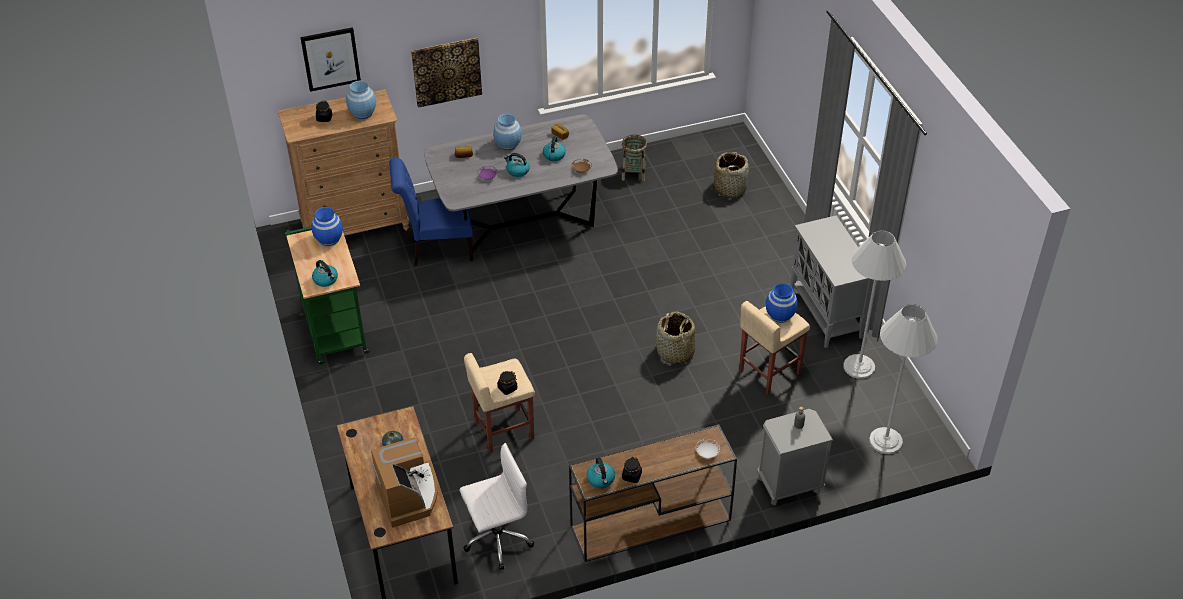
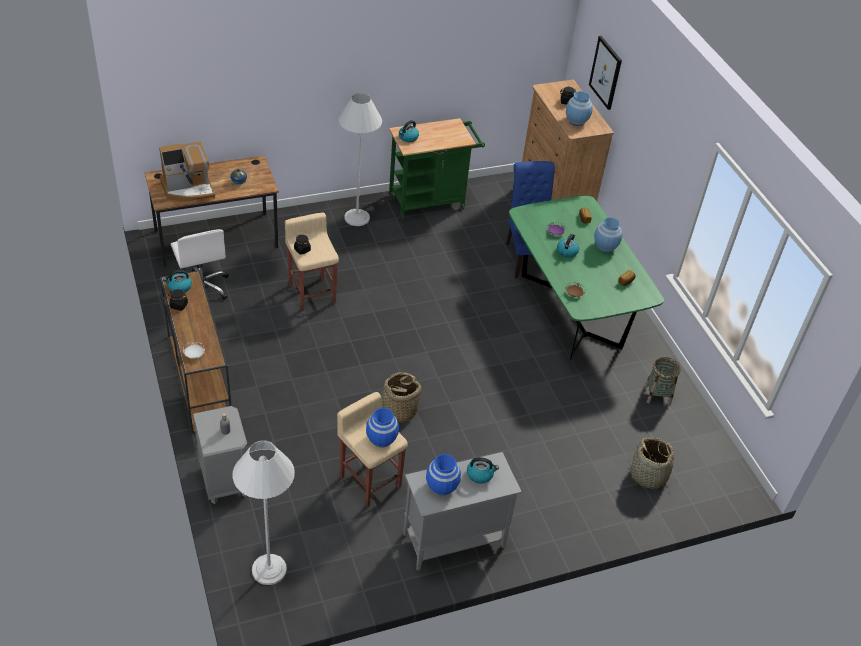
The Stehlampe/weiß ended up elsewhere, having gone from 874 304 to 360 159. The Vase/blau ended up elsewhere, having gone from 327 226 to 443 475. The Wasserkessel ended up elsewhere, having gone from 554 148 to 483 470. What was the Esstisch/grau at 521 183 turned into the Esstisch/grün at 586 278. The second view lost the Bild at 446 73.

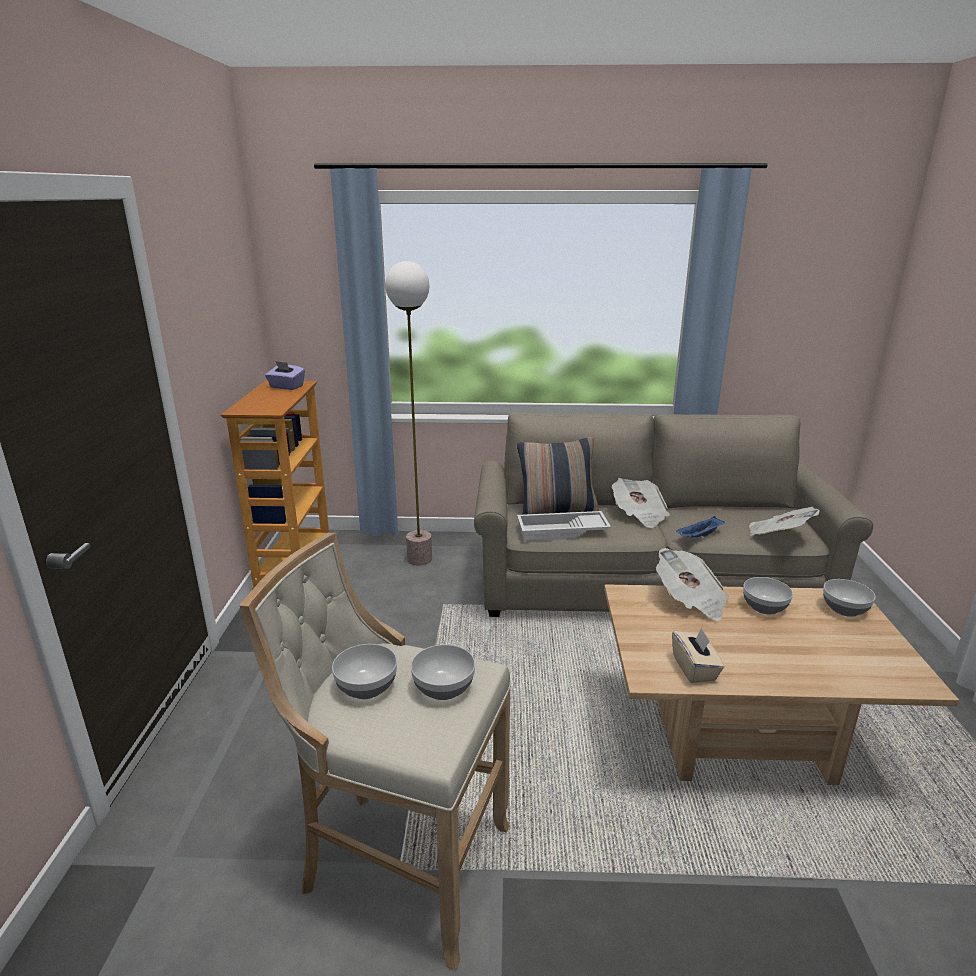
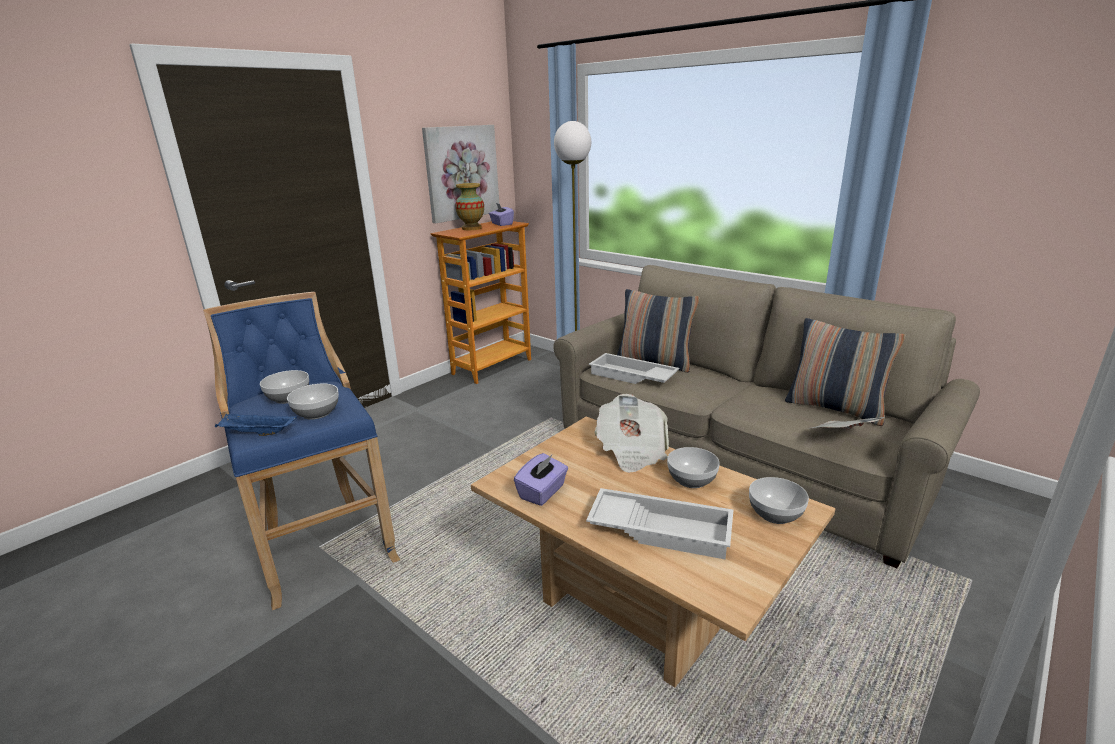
What was the Hocker/beige at 375 751 turned into the Hocker/blau at 301 451. The Tablett/blau ended up elsewhere, having gone from 700 527 to 256 425. The second view gained the Bild at 460 174. The second view gained the Vase at 469 206. What was the Taschentuchbox/beige at 698 655 turned into the Taschentuchbox/lila at 541 479. The second view gained the Tablett/weiß at 659 523. The second view gained the Kissen at 845 372. The second view lost the Zeitung at 641 503.

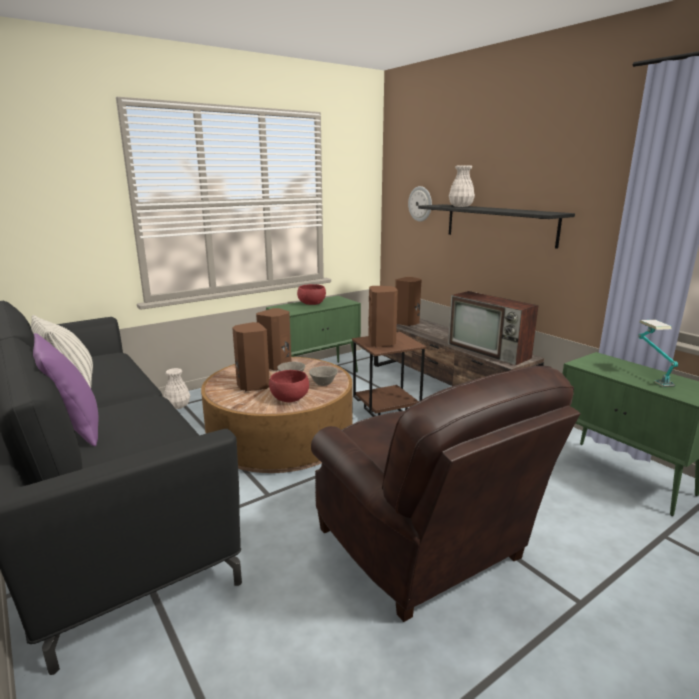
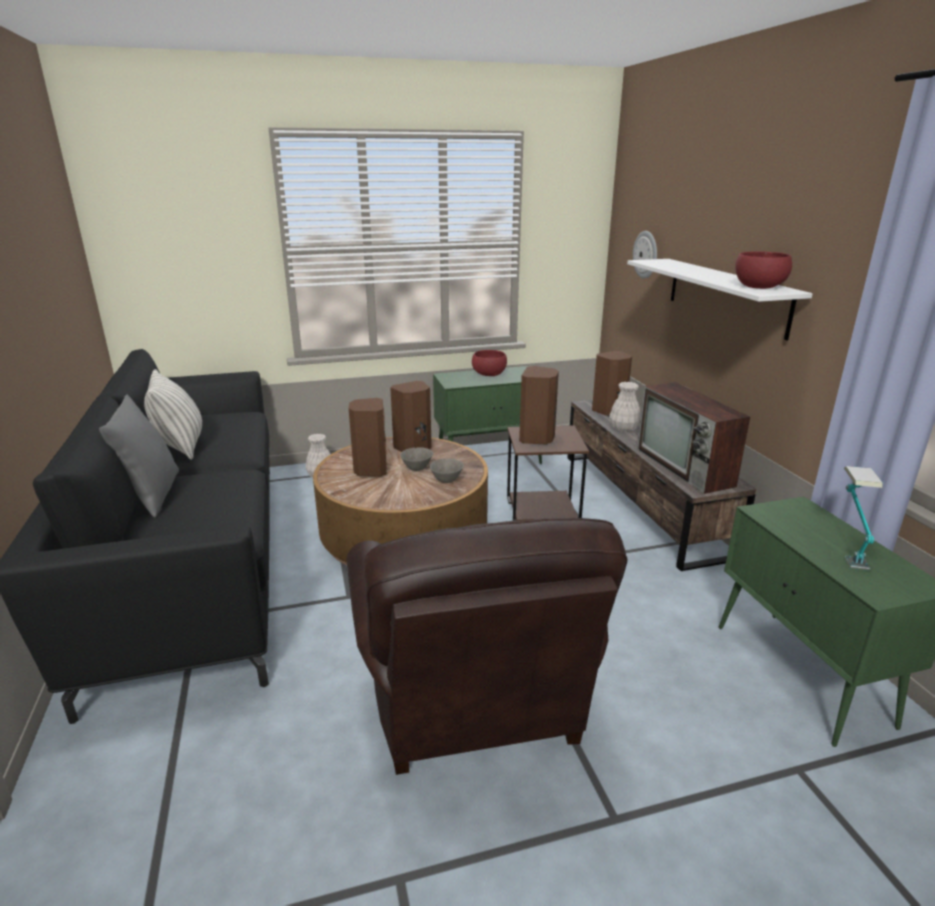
What was the Kissen/lila at 66 389 turned into the Kissen/grau at 139 456. The Vase/weiß ended up elsewhere, having gone from 462 186 to 625 407. What was the Wandregal/schwarz at 496 226 turned into the Wandregal/weiß at 720 299. The Schüssel/rot ended up elsewhere, having gone from 289 386 to 763 270.

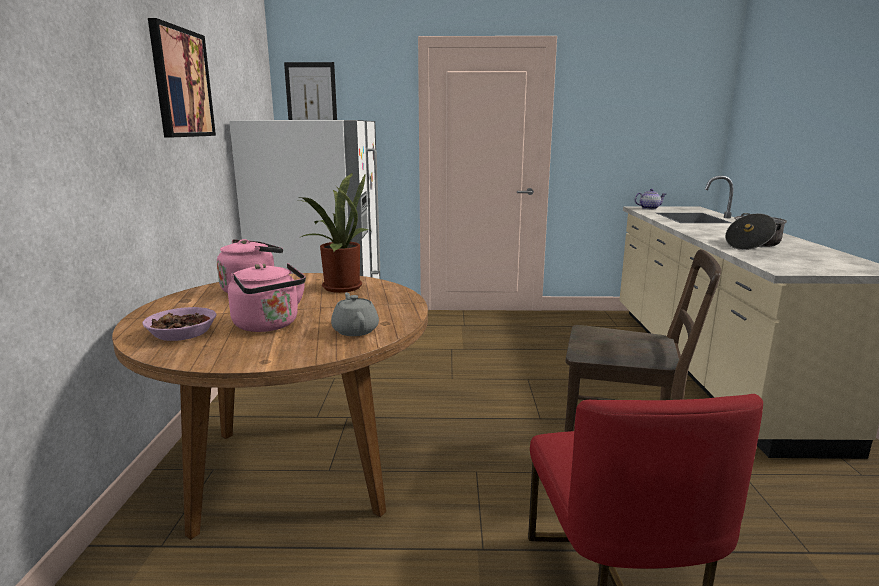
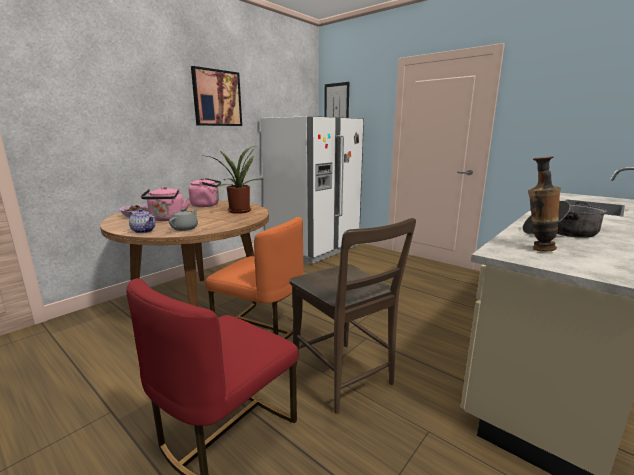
The Teekanne ended up elsewhere, having gone from 650 199 to 142 221. The second view gained the Stuhl/orange at 254 278. The second view gained the Vase at 544 204.

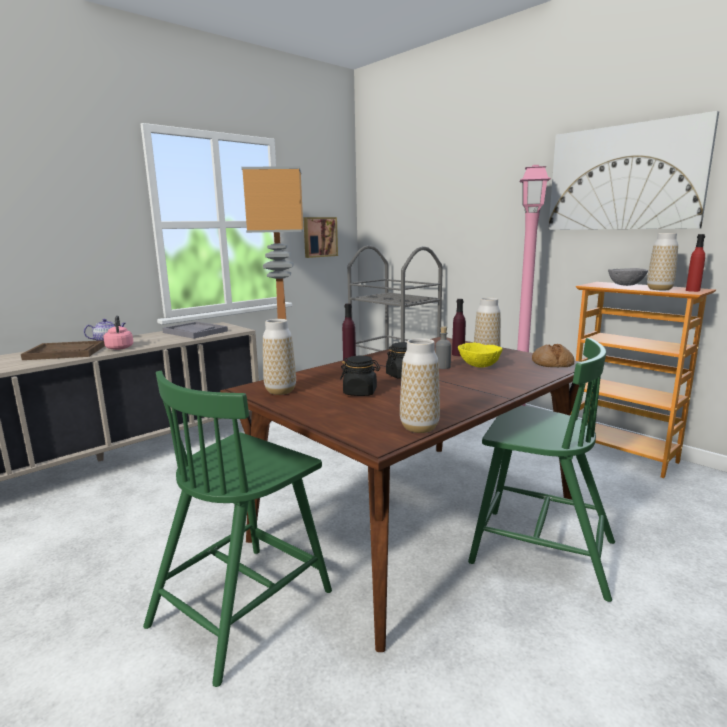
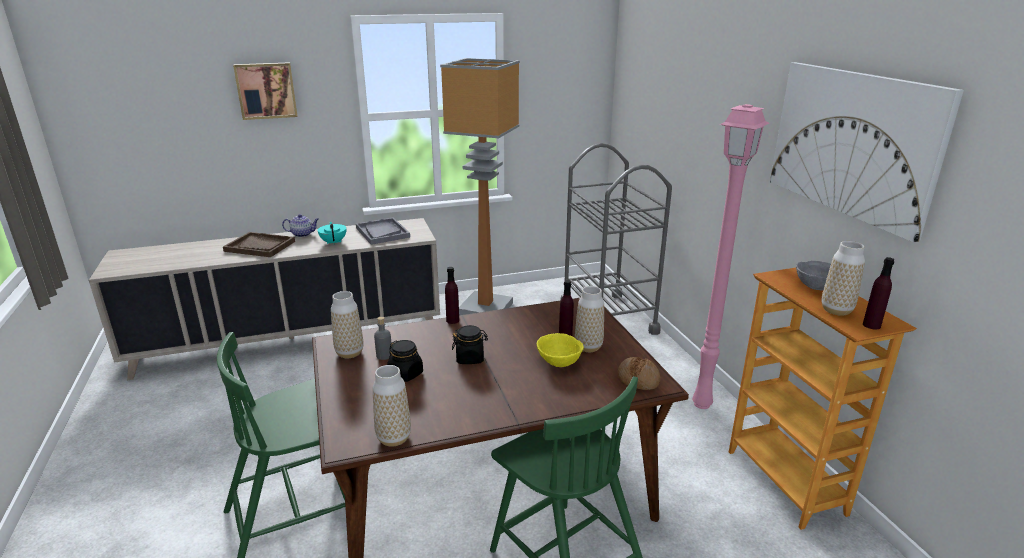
The Bild ended up elsewhere, having gone from 320 237 to 265 91. The second view gained the Teekanne/türkis at 331 233. The Flasche/grau ended up elsewhere, having gone from 443 348 to 382 338. What was the Flasche/rot at 695 263 turned into the Flasche/lila at 878 293. The second view lost the Wasserkessel/rosa at 118 333.

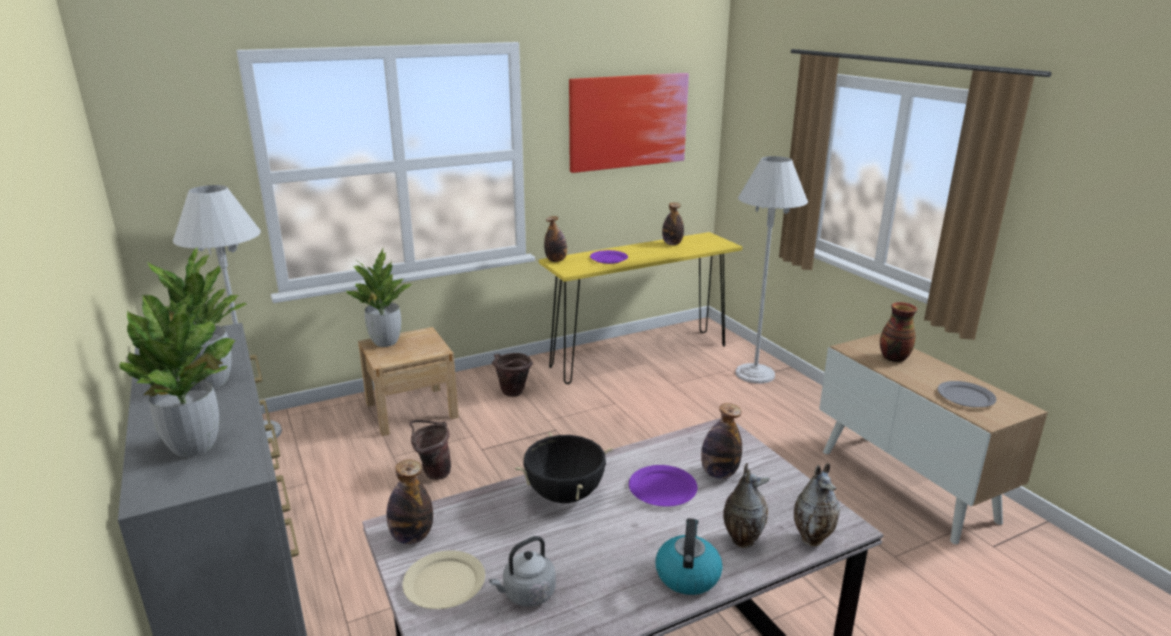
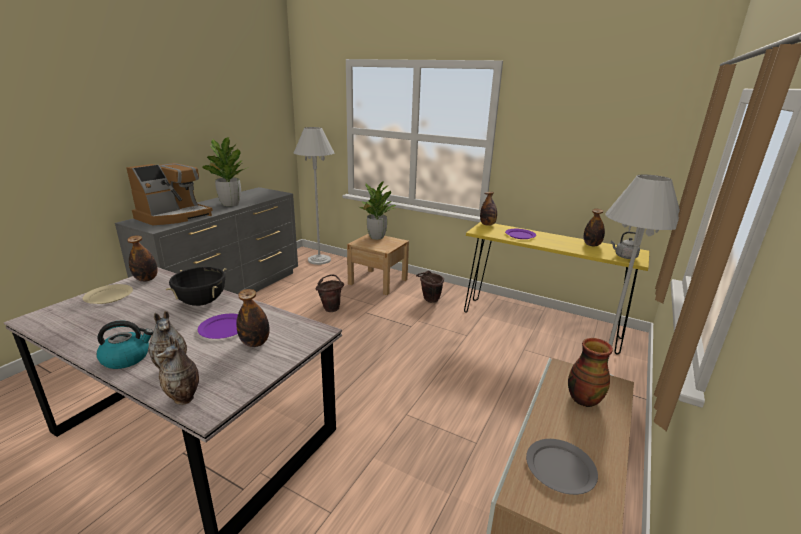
Where the Topfpflanze stood at 177 376, the Kaffeemaschine came to stand at 169 194. The Wasserkessel/grau ended up elsewhere, having gone from 522 571 to 625 245. The second view lost the Bild at 629 123.

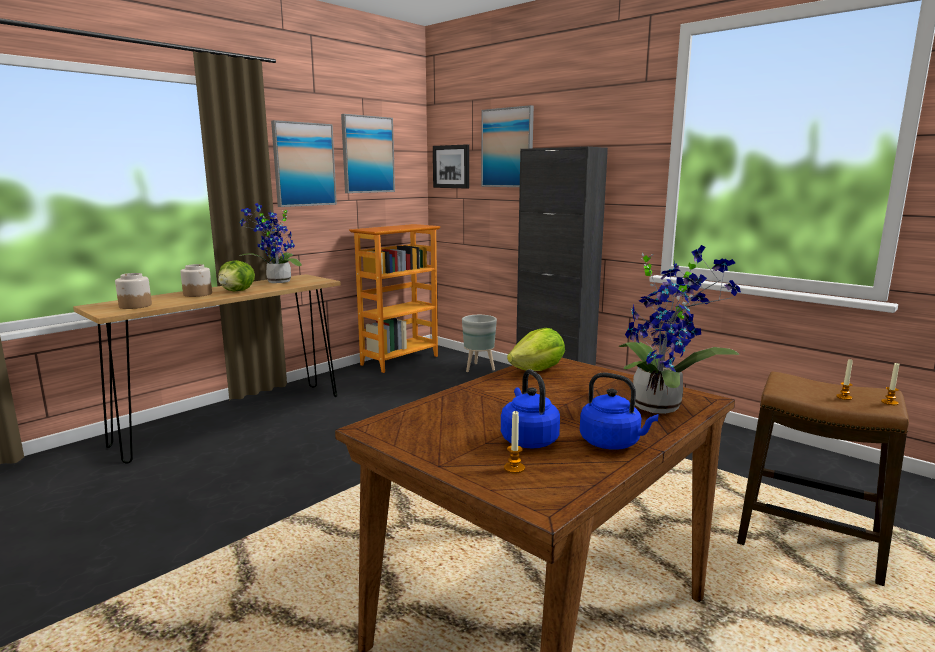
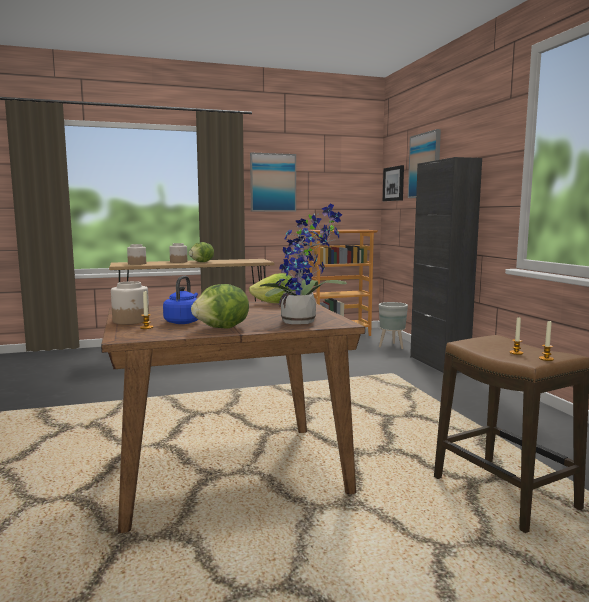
The second view gained the Vorratsglas at 130 302. Where the Wasserkessel/blau stood at 619 411, the Salatkopf came to stand at 220 306. The second view lost the Topfpflanze at 270 243. The second view lost the Bild at 368 153.

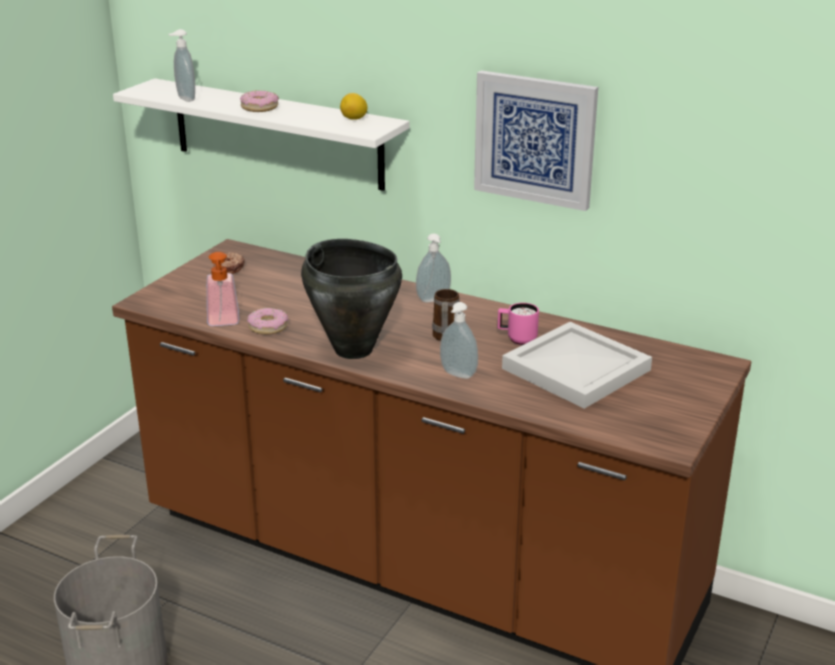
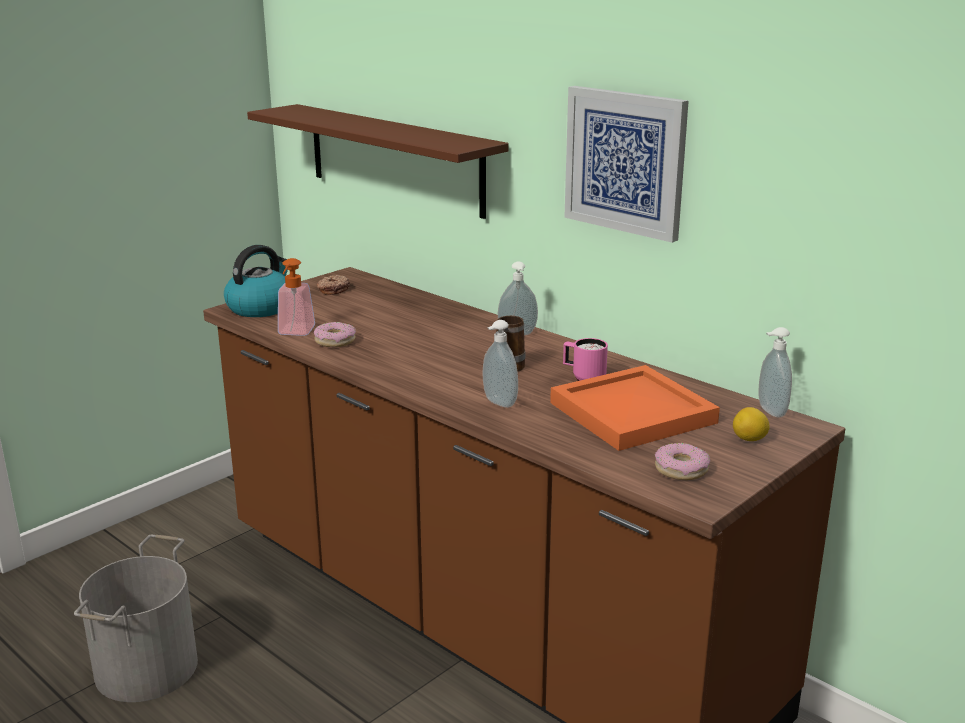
The second view gained the Wasserkessel at 256 281. What was the Wandregal/weiß at 261 134 turned into the Wandregal/braun at 378 161. What was the Tablett/weiß at 577 365 turned into the Tablett/orange at 635 408. The Donut ended up elsewhere, having gone from 259 101 to 682 461. The Zitrone ended up elsewhere, having gone from 354 106 to 751 424. The Seifenspender ended up elsewhere, having gone from 181 65 to 775 372. The second view lost the Kochtopf/schwarz at 351 299.

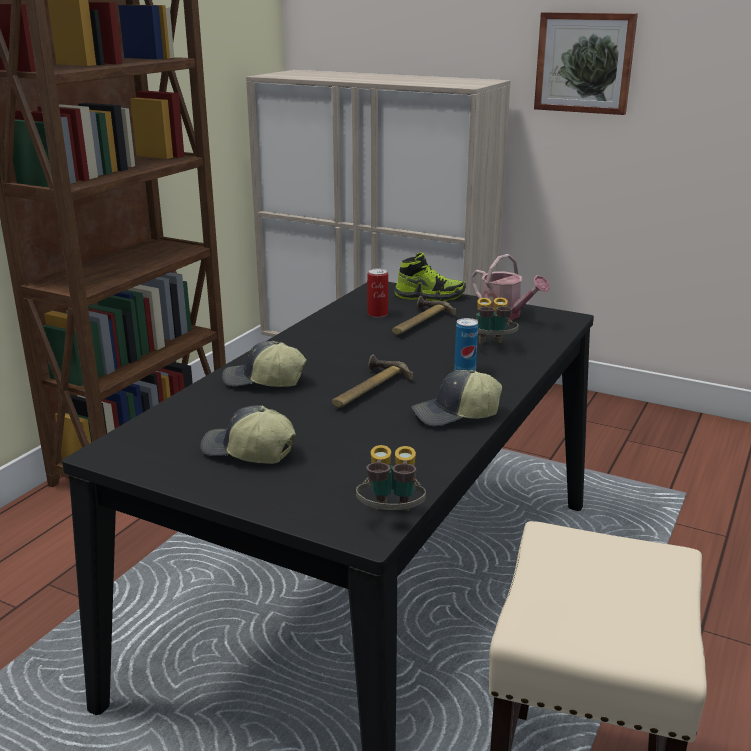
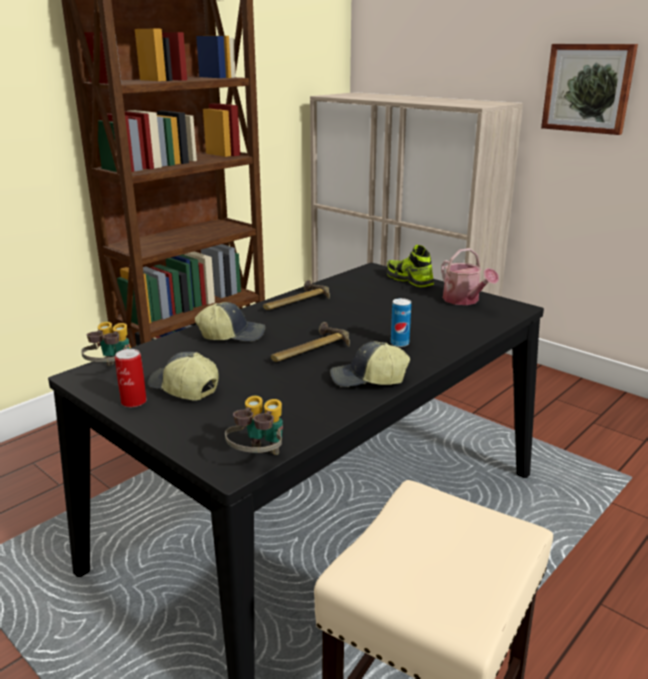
The Fernglas ended up elsewhere, having gone from 497 320 to 105 344. The Dose ended up elsewhere, having gone from 377 293 to 131 378. The Kappe at 264 364 ended up facing another way, 150 degrees clockwise from before. The Hammer ended up elsewhere, having gone from 424 315 to 296 295. The Schuh at 430 277 ended up facing another way, 150 degrees counterclockwise from before.

